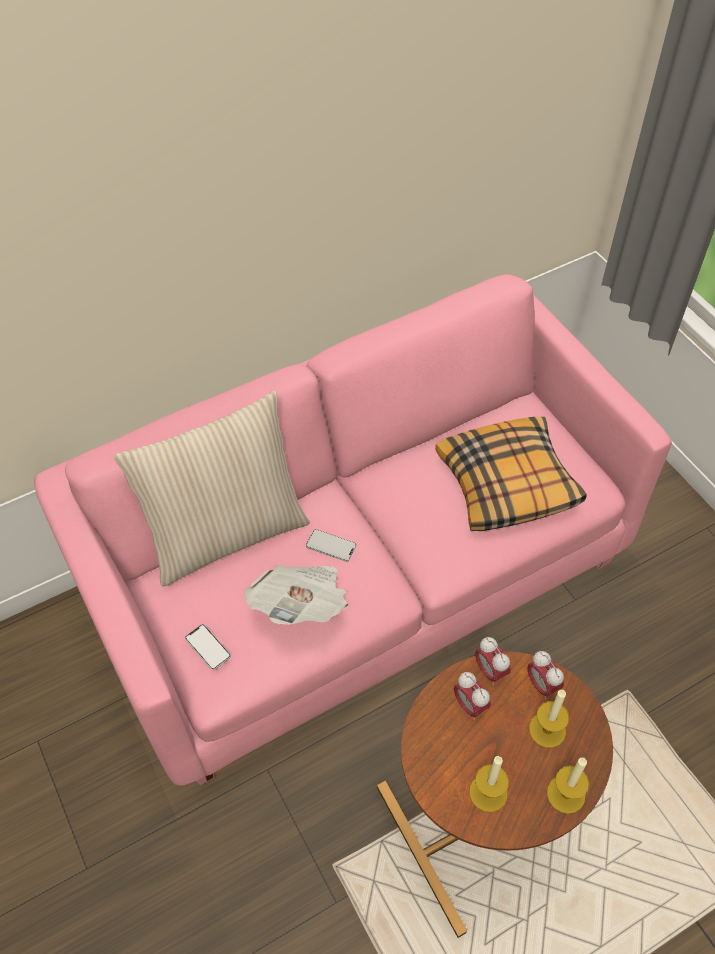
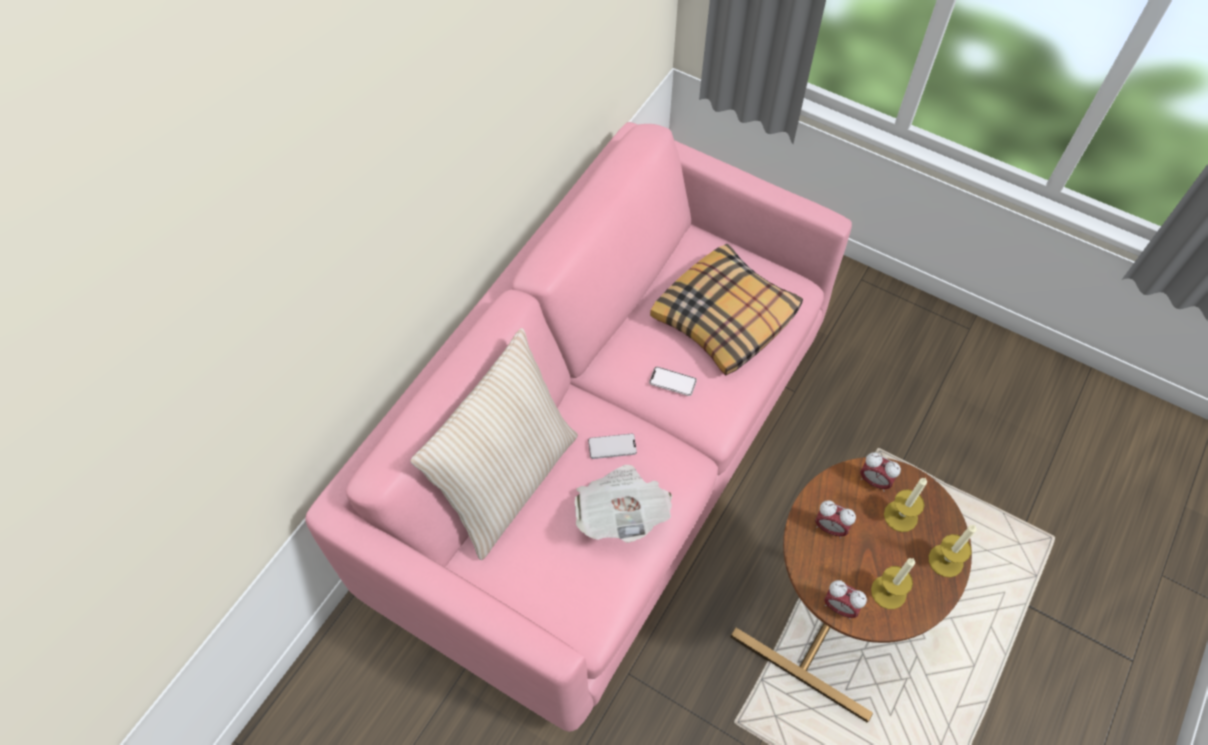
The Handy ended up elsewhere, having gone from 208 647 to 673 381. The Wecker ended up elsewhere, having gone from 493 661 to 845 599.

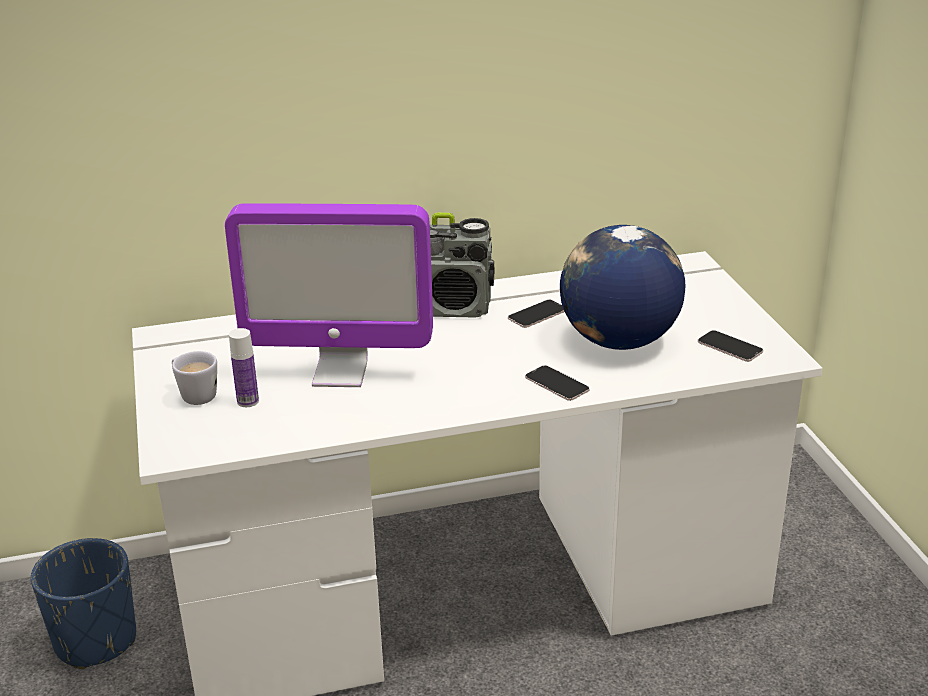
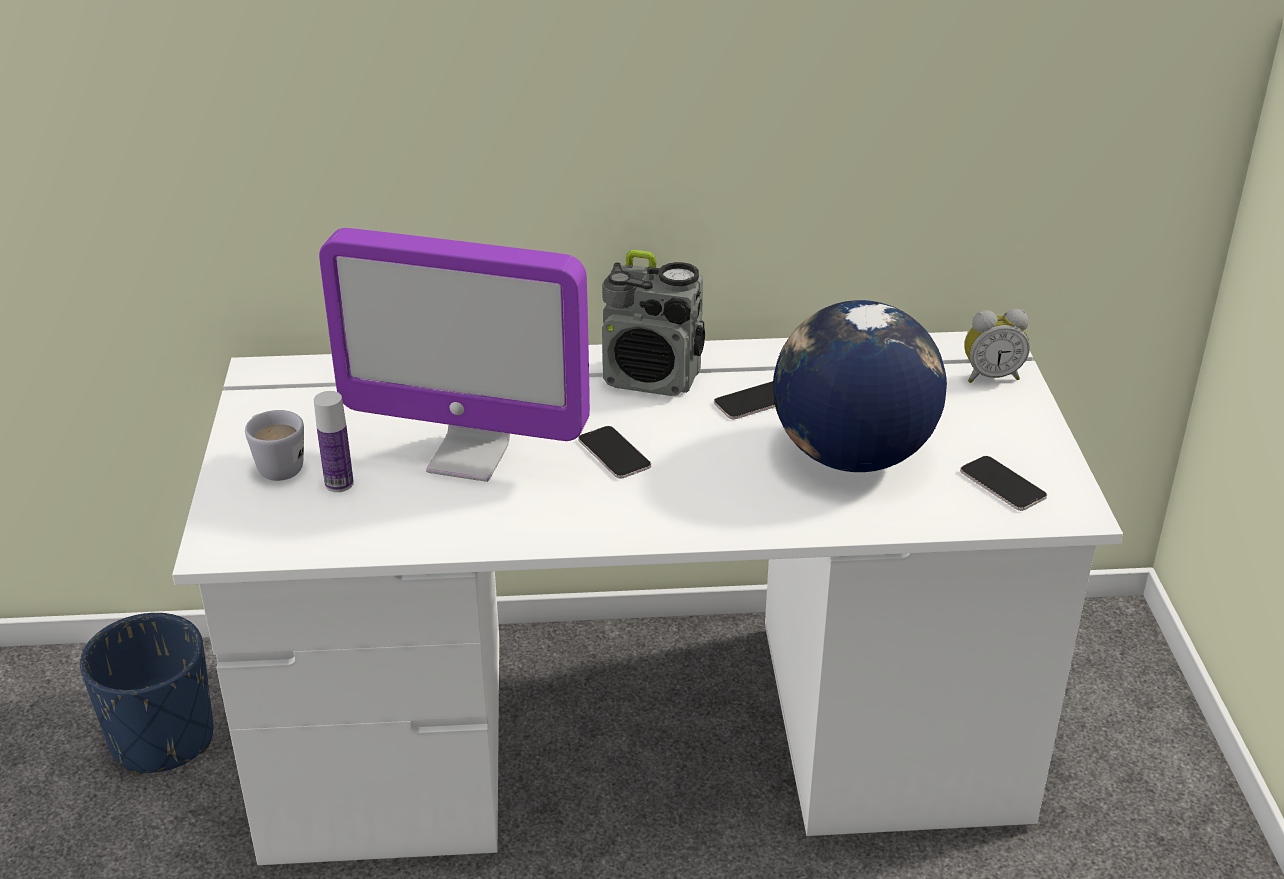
The Handy ended up elsewhere, having gone from 557 383 to 614 452. The second view gained the Wecker at 997 346.

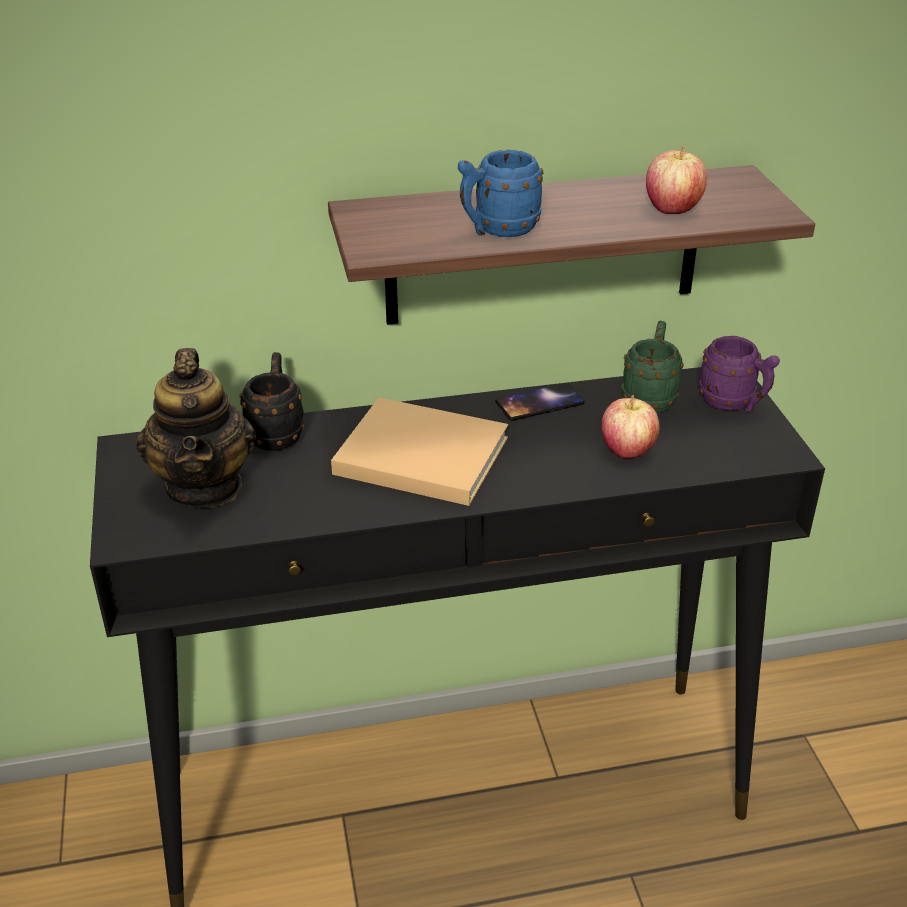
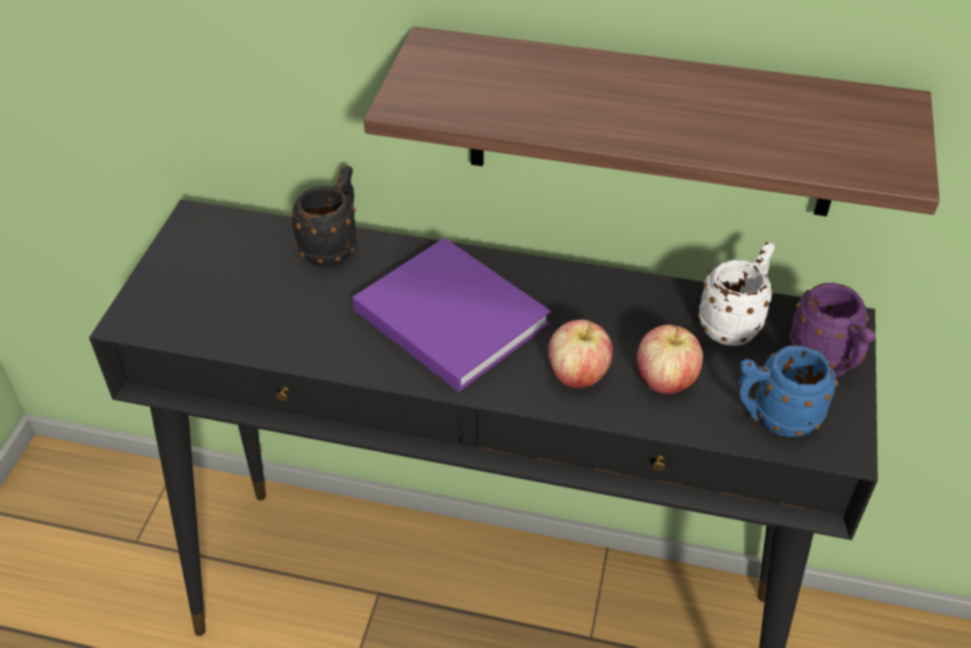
What was the Buch/beige at 419 451 turned into the Buch/lila at 451 315. The Apfel ended up elsewhere, having gone from 676 180 to 580 354. What was the Henkelbecher/grün at 652 367 turned into the Henkelbecher/weiß at 736 294. The Henkelbecher/blau ended up elsewhere, having gone from 501 193 to 787 391. The second view lost the Teekanne at 196 428. The second view lost the Handy at 539 402.

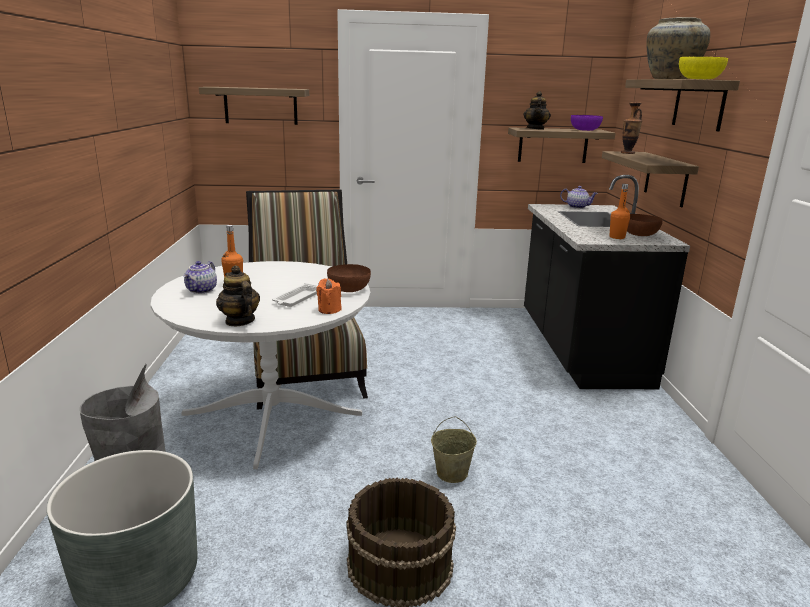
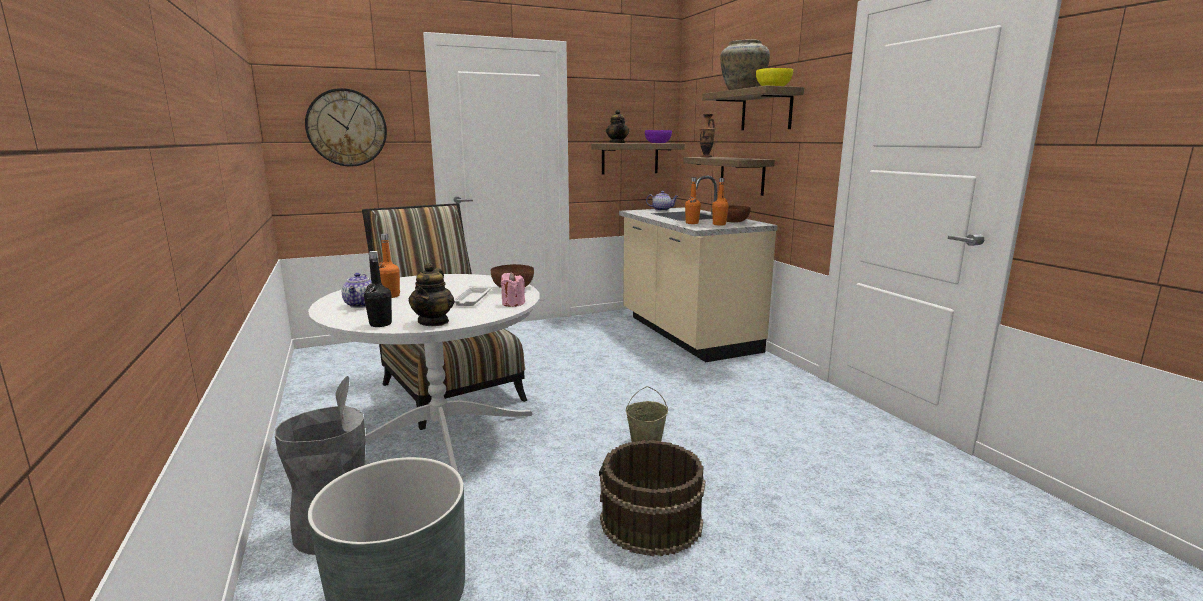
Where the Wandregal hung at 254 106, the Wanduhr came to hang at 346 127. The second view gained the Flasche/schwarz at 378 289. The Teekanne at 238 295 ended up facing another way, 120 degrees counterclockwise from before. What was the Kerze/orange at 329 296 turned into the Kerze/rosa at 513 289. What was the Küchenzeile/schwarz at 607 282 turned into the Küchenzeile/beige at 698 269. The second view gained the Flasche/orange at 693 200.

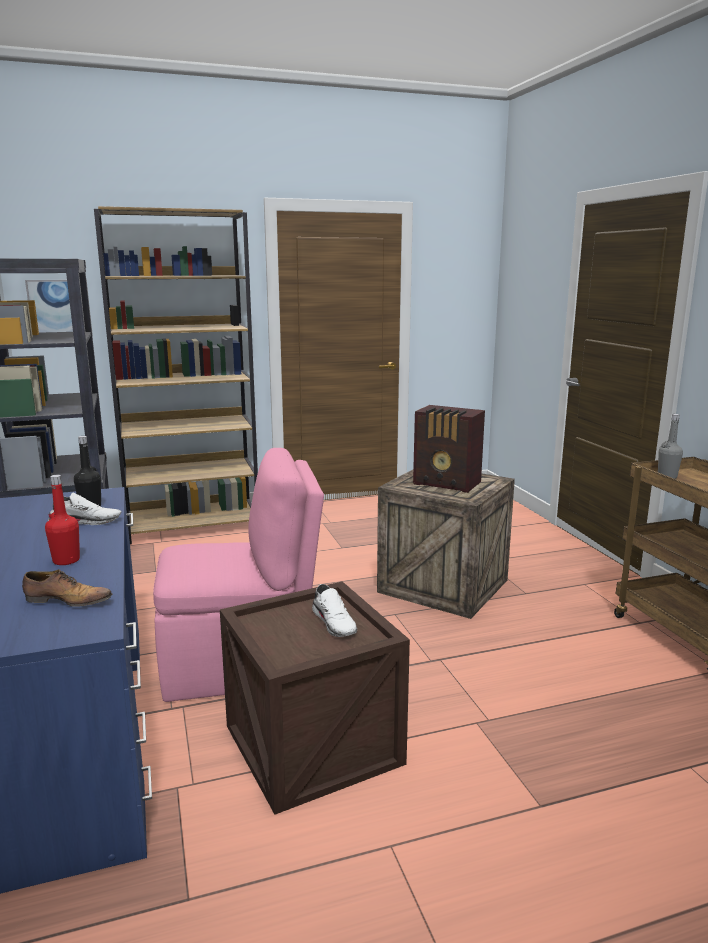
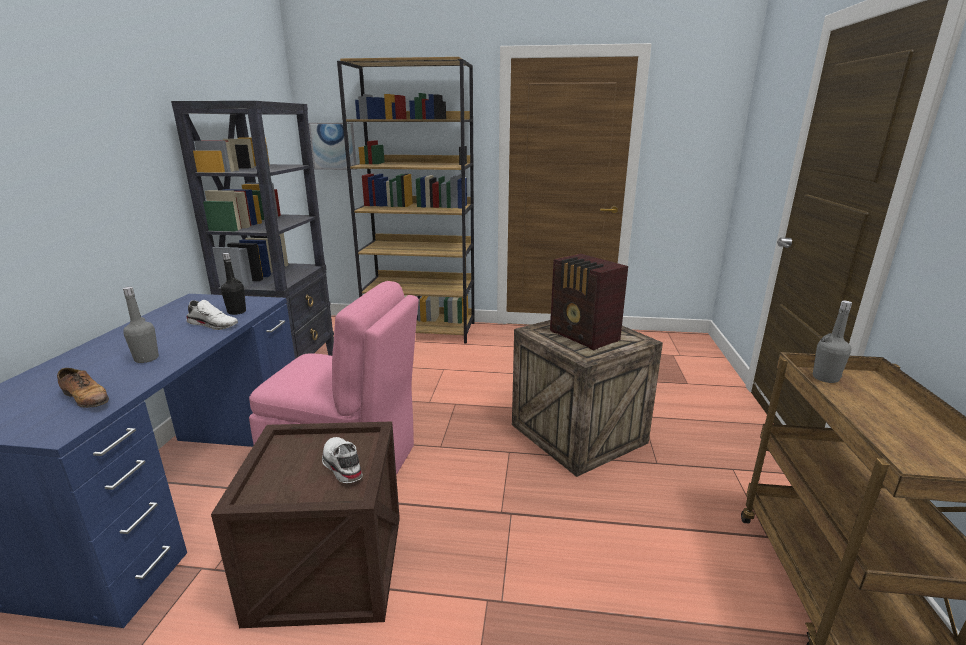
What was the Flasche/rot at 62 520 turned into the Flasche/grau at 141 325. The Schuh/weiß at 334 610 ended up facing another way, 150 degrees clockwise from before.

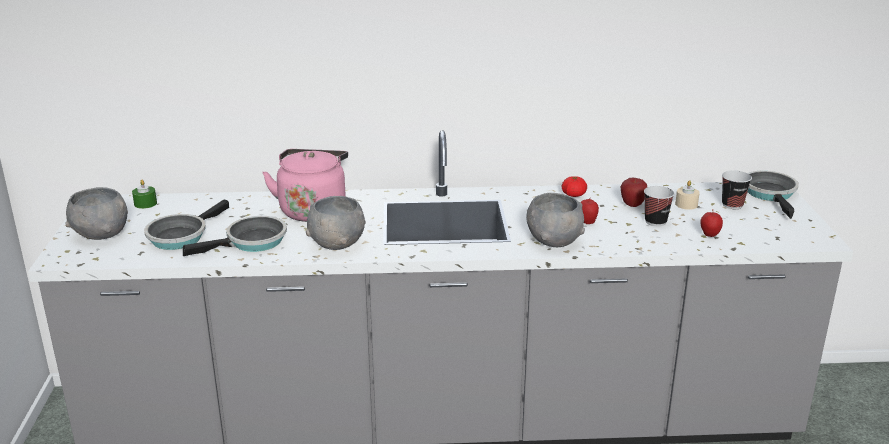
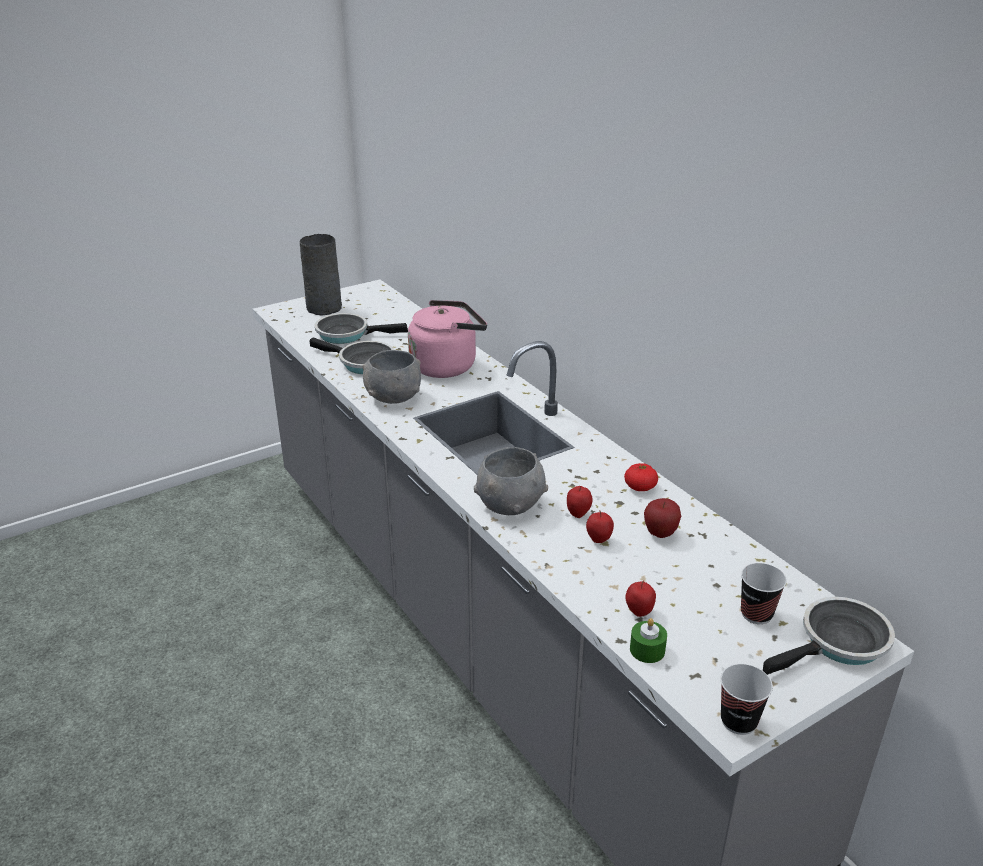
Where the Schüssel/grau stood at 97 213, the Vase/grau came to stand at 321 275. The second view gained the Apfel at 600 526. The Kerze/grün ended up elsewhere, having gone from 144 194 to 648 640. The Tasse ended up elsewhere, having gone from 659 206 to 747 699. The second view lost the Kerze/beige at 687 195.

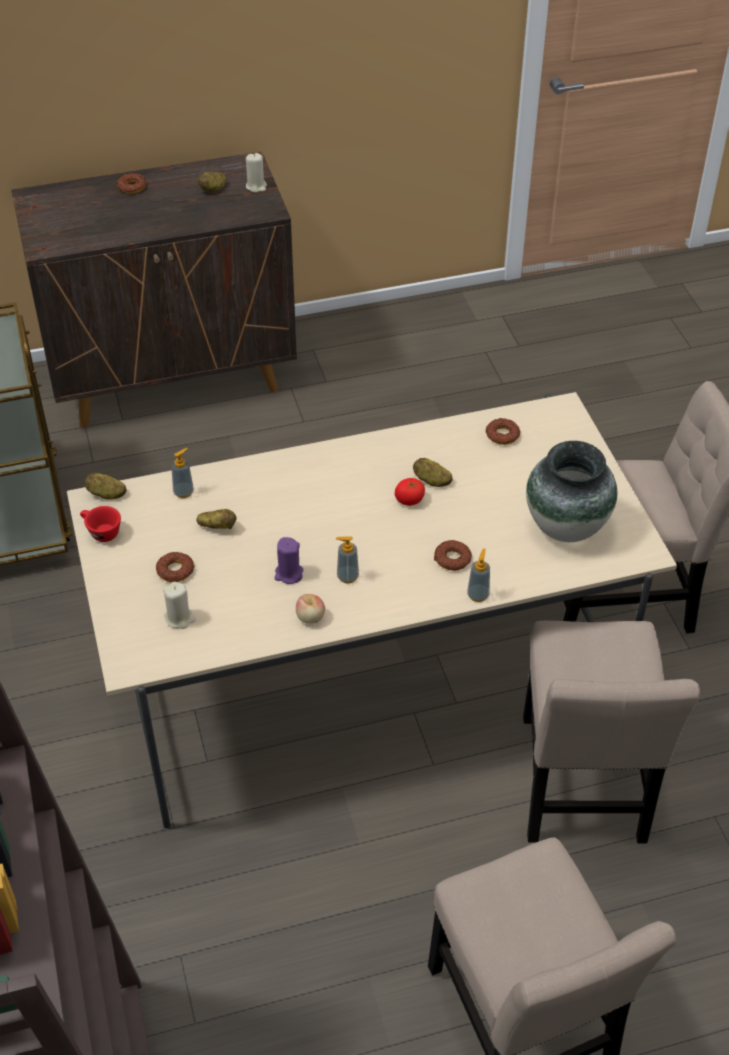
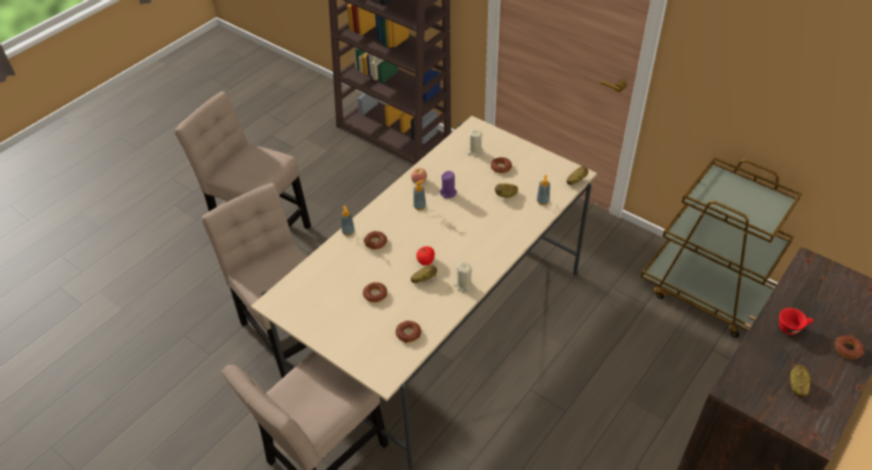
The second view gained the Donut at 375 292. The Kerze/beige ended up elsewhere, having gone from 256 173 to 464 277. The Tasse/rot ended up elsewhere, having gone from 100 524 to 796 321. The second view lost the Vase at 571 491.

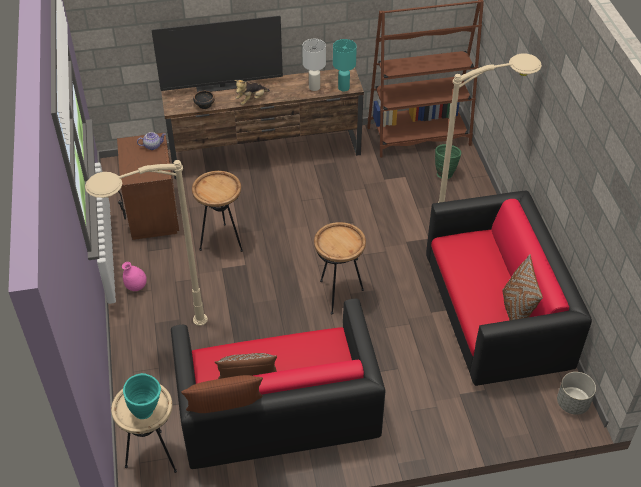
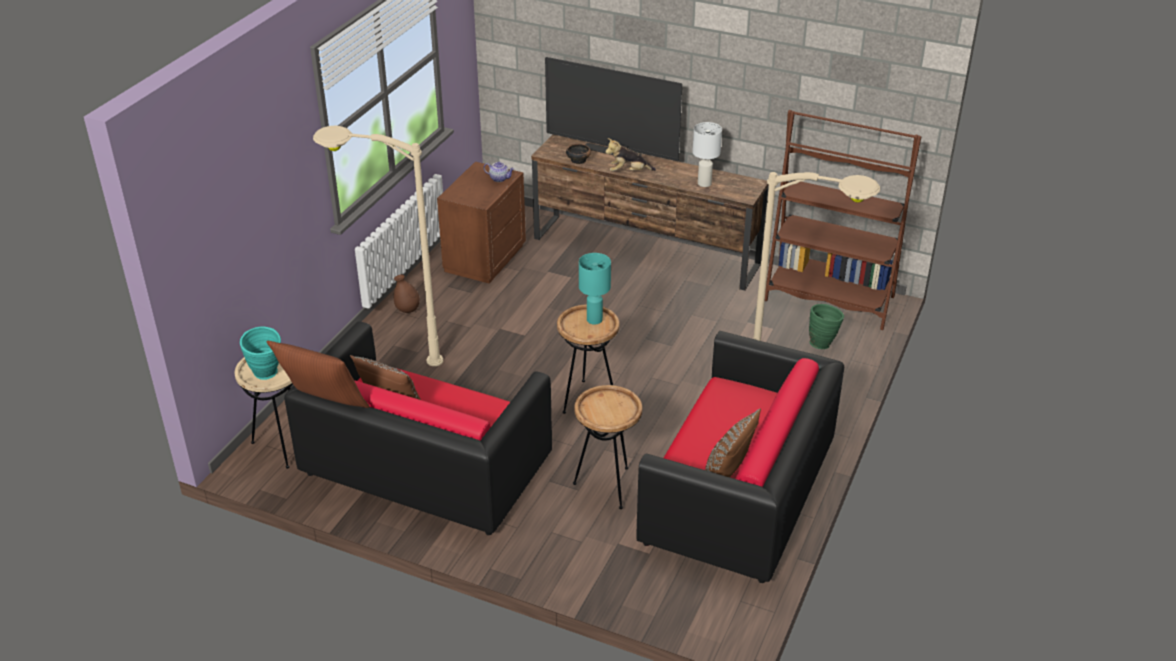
What was the Vase/rosa at 134 276 turned into the Vase/braun at 407 293. The Beistelltisch/braun ended up elsewhere, having gone from 217 211 to 608 447. The Tischlampe/türkis ended up elsewhere, having gone from 345 65 to 595 289. The second view lost the Pflanzkübel/grau at 576 393.

